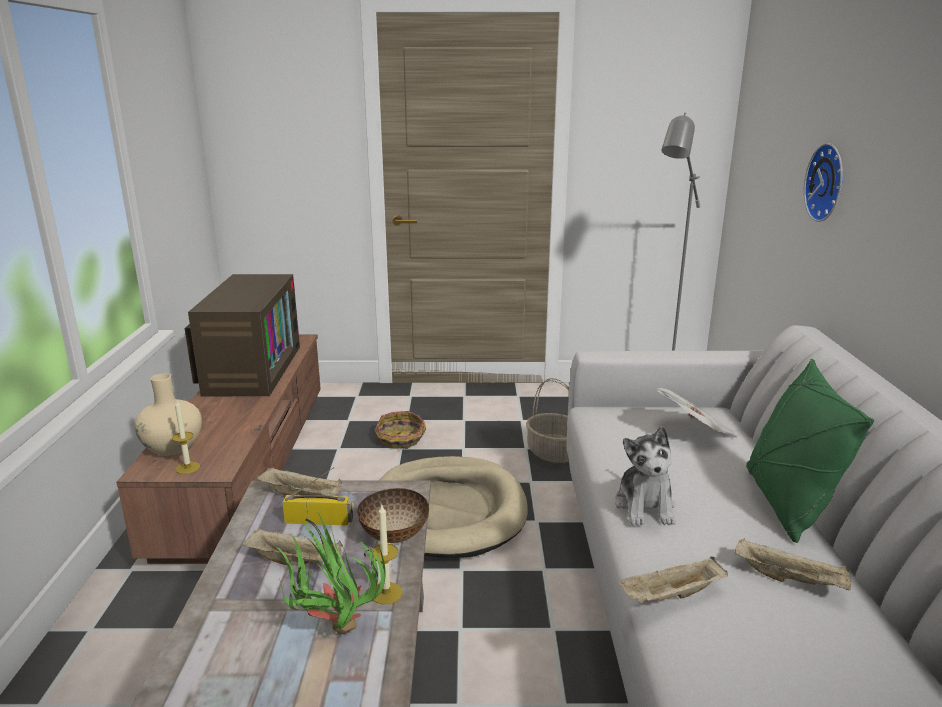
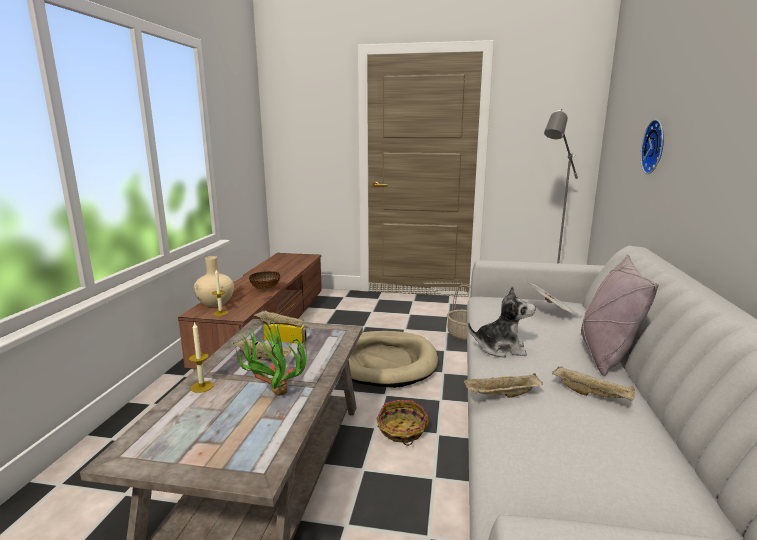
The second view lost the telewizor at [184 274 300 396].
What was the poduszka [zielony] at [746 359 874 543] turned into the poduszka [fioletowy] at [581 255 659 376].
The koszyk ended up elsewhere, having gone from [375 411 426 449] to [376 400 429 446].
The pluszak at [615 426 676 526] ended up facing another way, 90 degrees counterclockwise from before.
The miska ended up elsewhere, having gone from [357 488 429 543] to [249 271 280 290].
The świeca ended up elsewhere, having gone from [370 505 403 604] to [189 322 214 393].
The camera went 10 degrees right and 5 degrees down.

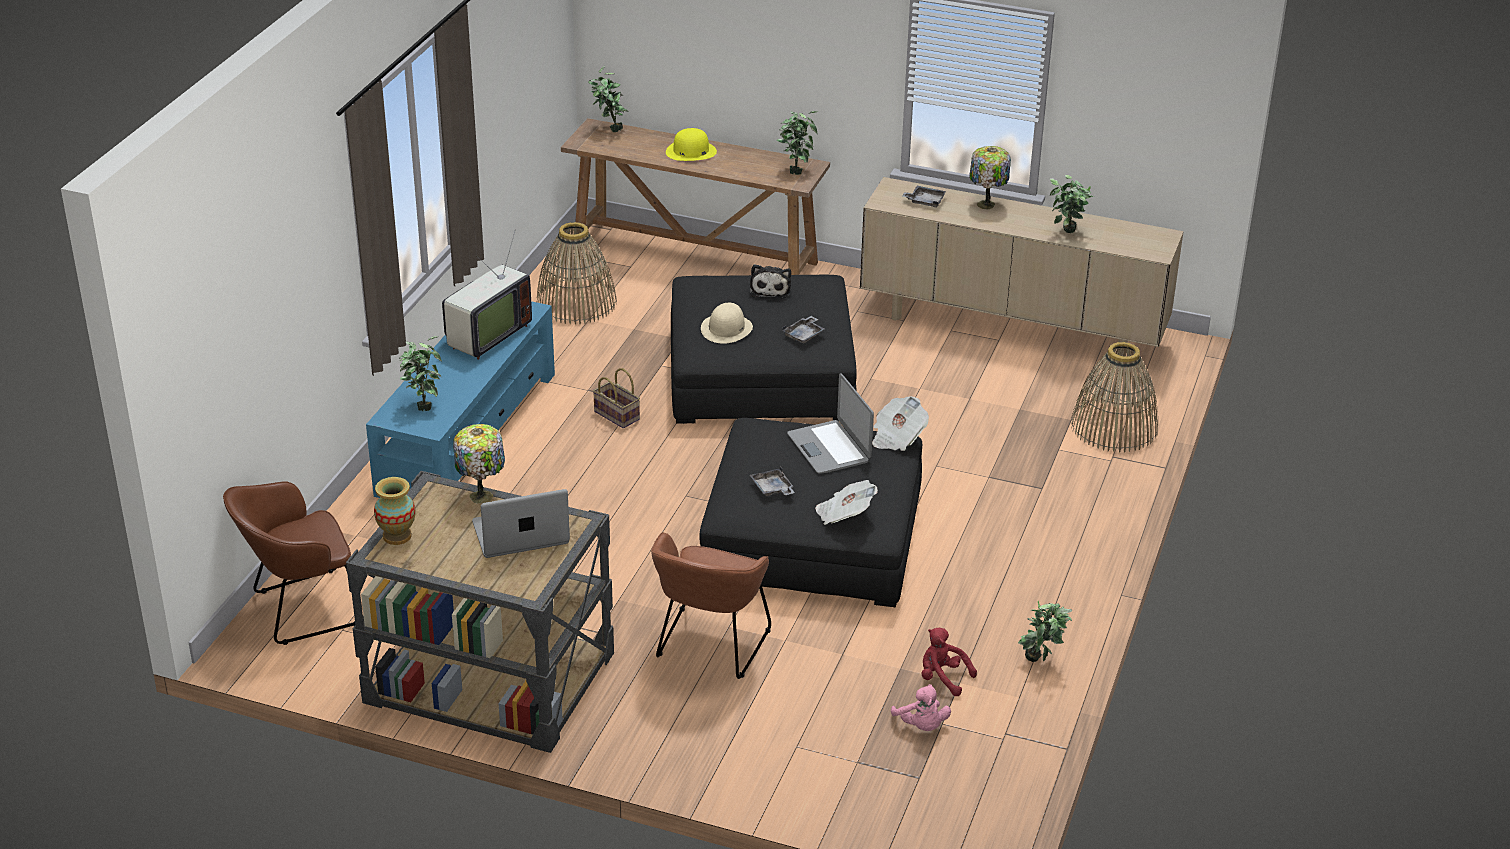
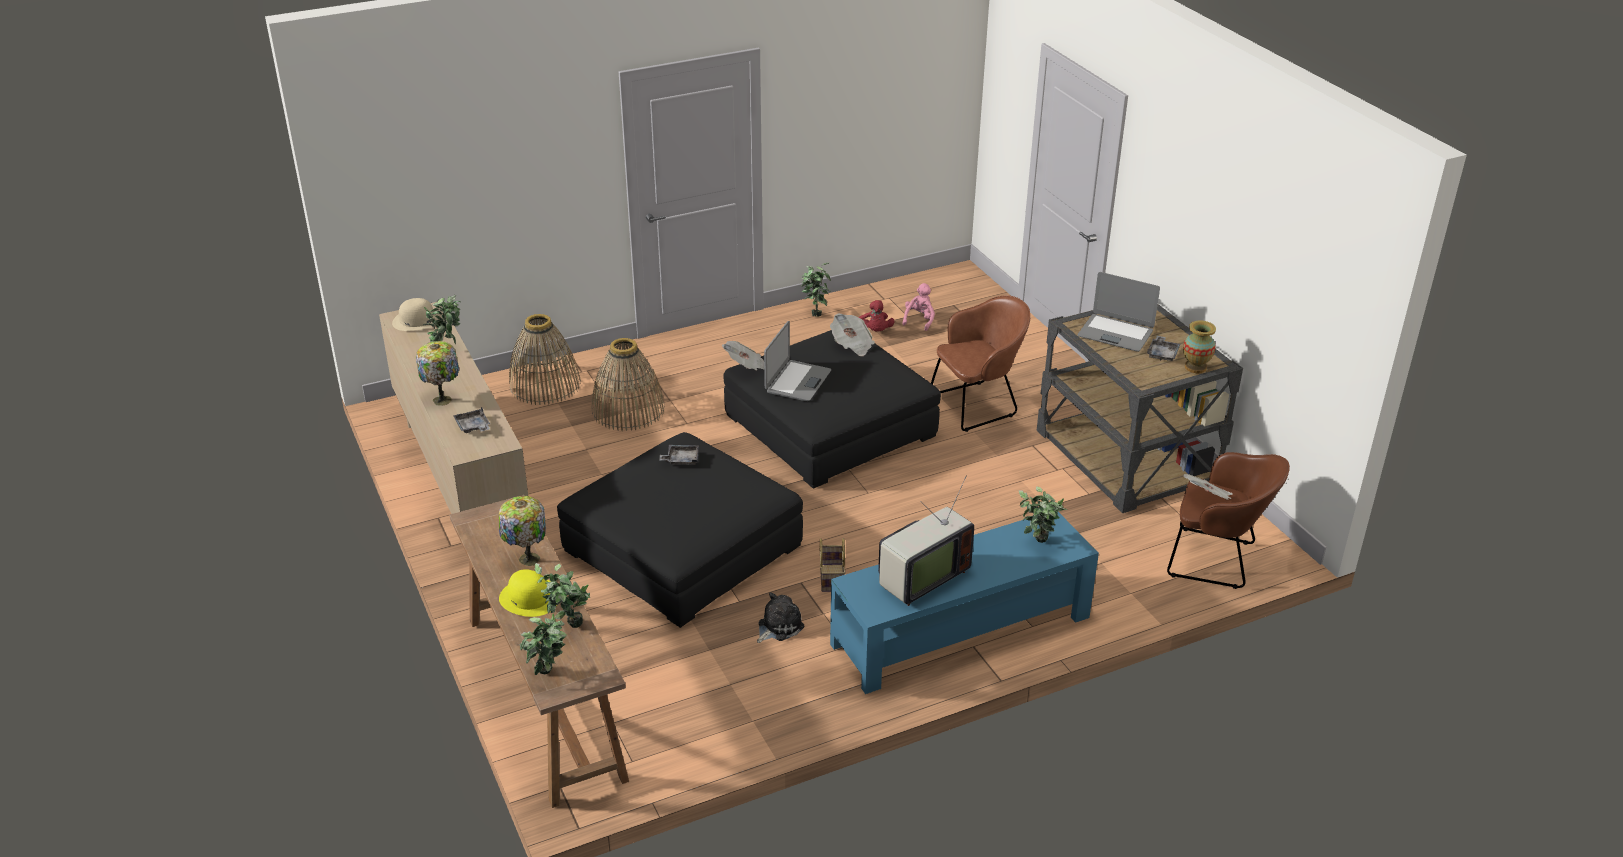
The roślina doniczkowa ended up elsewhere, having gone from [777 111 818 175] to [535 563 590 628].
The koszyk ended up elsewhere, having gone from [537 222 617 324] to [592 338 665 431].
The telewizor at [442 229 532 360] ended up facing another way, 150 degrees clockwise from before.
The pluszak ended up elsewhere, having gone from [750 264 791 298] to [757 592 805 643].
The kapelusz [beżowy] ended up elsewhere, having gone from [701 303 753 344] to [392 298 443 331].
The lampa stołowa ended up elsewhere, having gone from [453 424 505 504] to [499 496 546 566].
The taca [szary] ended up elsewhere, having gone from [750 466 794 496] to [1147 335 1180 361].
The second view gained the gazeta at [1183 474 1233 500].
The camera went 135 degrees left and 0 degrees up.

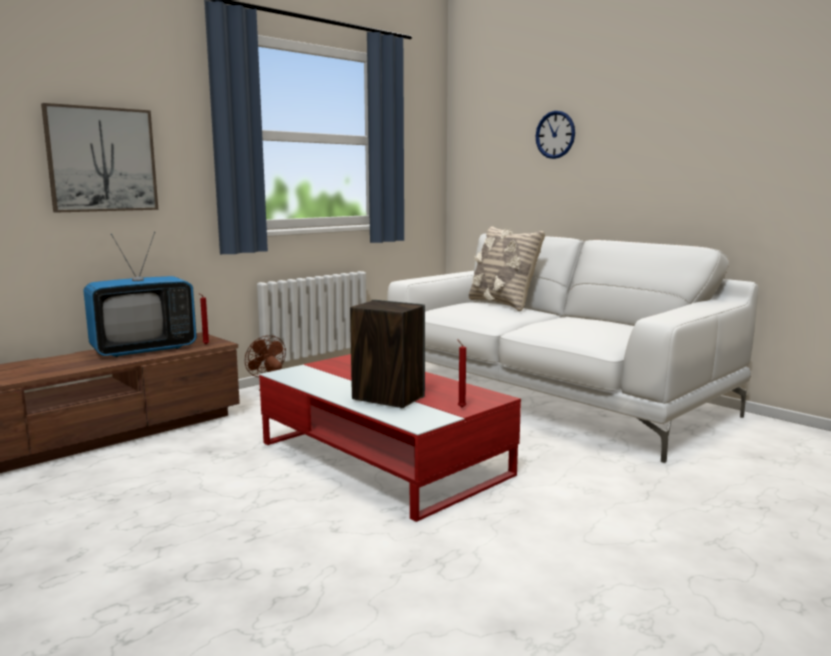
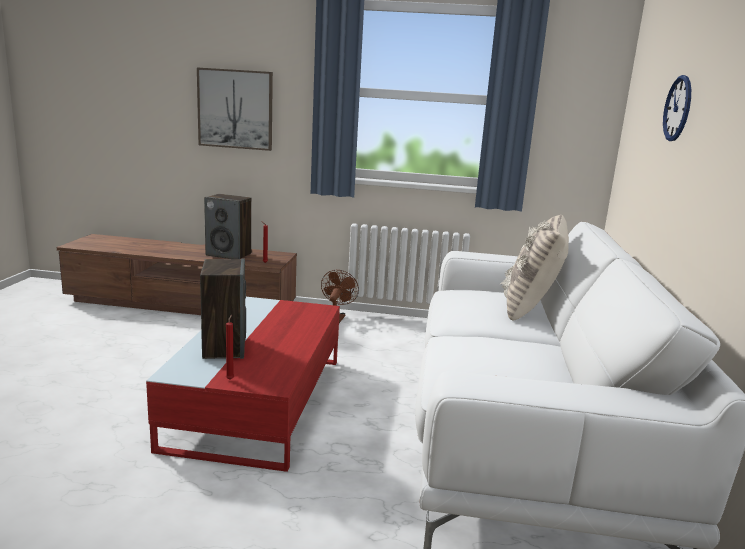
Where the telewizor stood at [83 232 197 357], the głośnik came to stand at [204 194 252 259].
The camera went 50 degrees right and 5 degrees up.

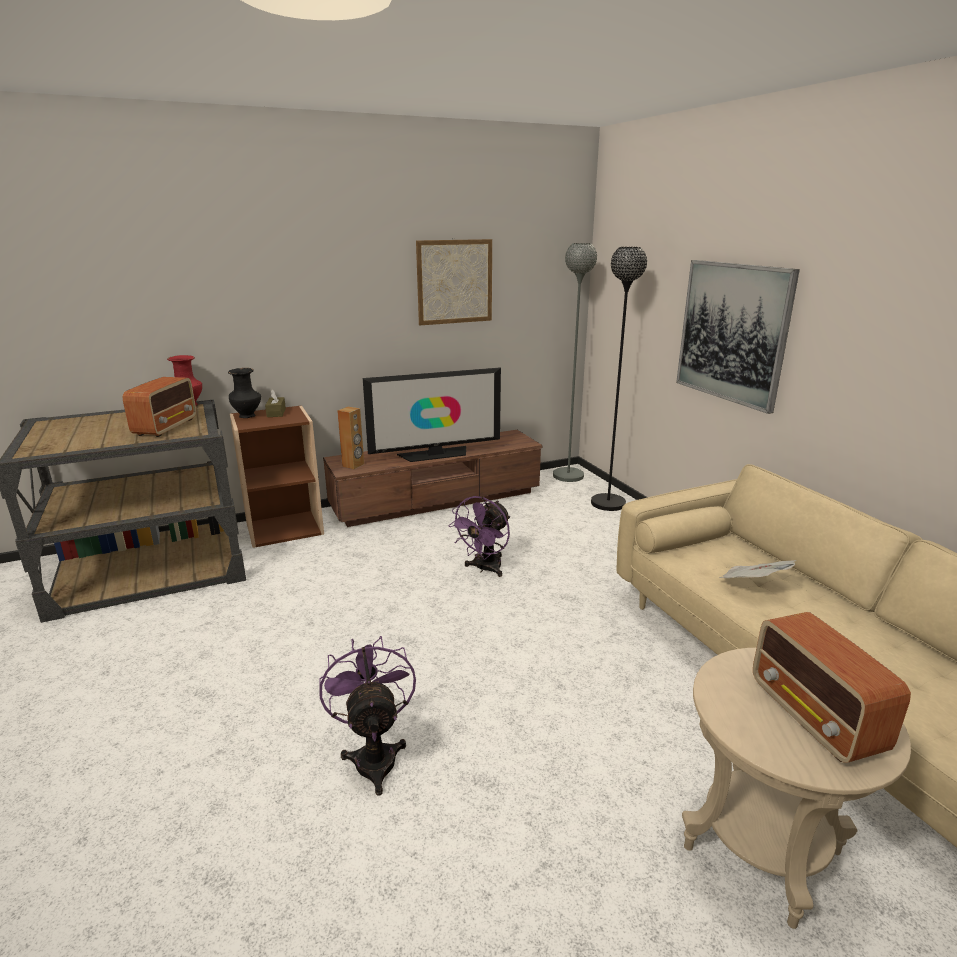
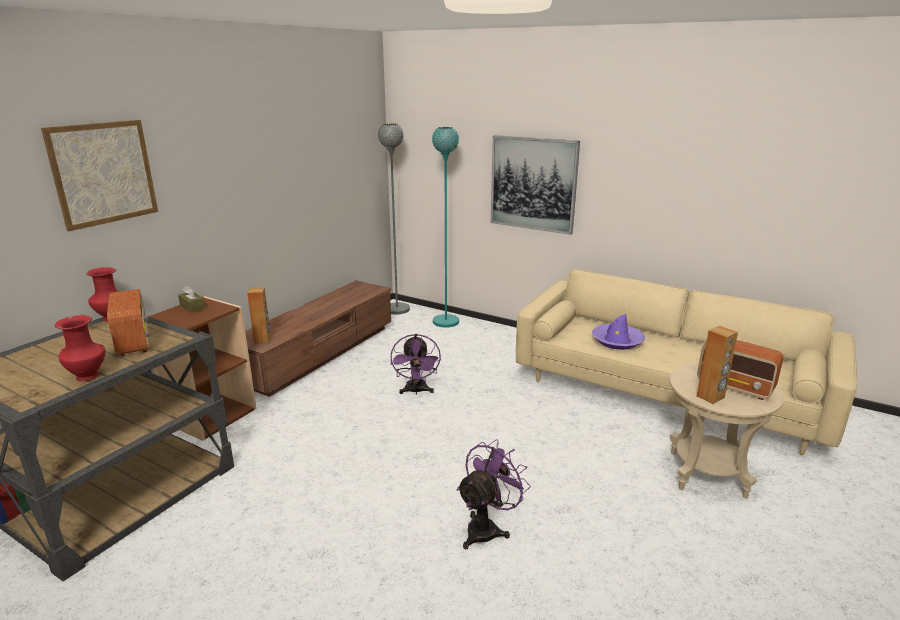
The obraz ended up elsewhere, having gone from [416 238 492 325] to [41 120 158 232].
What was the lampa stojąca [czarny] at [591 247 647 511] turned into the lampa stojąca [turkusowy] at [432 127 459 328].
The second view lost the telewizor at [363 367 501 462].
The second view lost the wazon [czarny] at [228 368 261 418].
Where the gazeta stood at [719 560 797 578], the kapelusz [fioletowy] came to stand at [592 314 645 350].
The wentylator [fioletowy] at [319 636 416 796] ended up facing another way, 90 degrees clockwise from before.
The second view gained the wazon [czerwony] at [55 315 105 381].
The second view gained the głośnik [brązowy] at [697 326 738 404].
The camera went 35 degrees left and 0 degrees up.

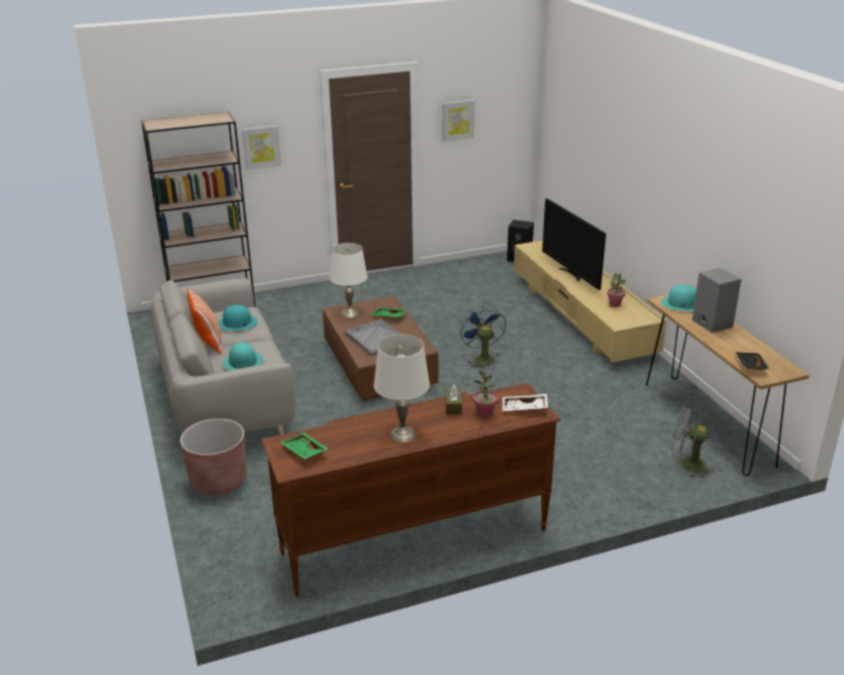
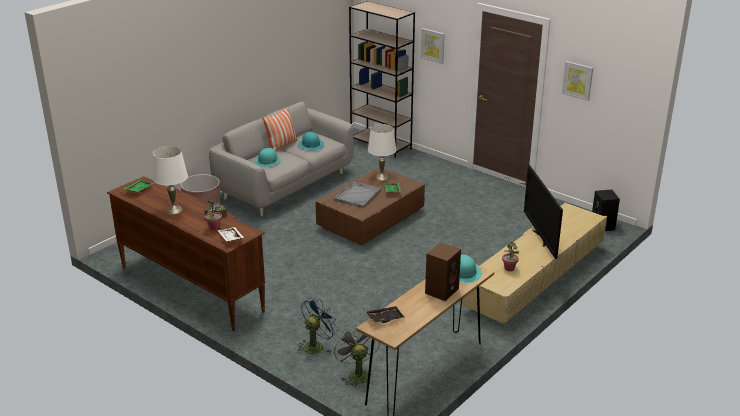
The telewizor at [542 198 606 290] ended up facing another way, 45 degrees counterclockwise from before.
What was the głośnik [szary] at [692 267 741 333] turned into the głośnik [brązowy] at [425 242 461 301].
The wentylator [niebieski] ended up elsewhere, having gone from [460 307 506 370] to [297 297 338 354].
The camera went 60 degrees right and 0 degrees up.

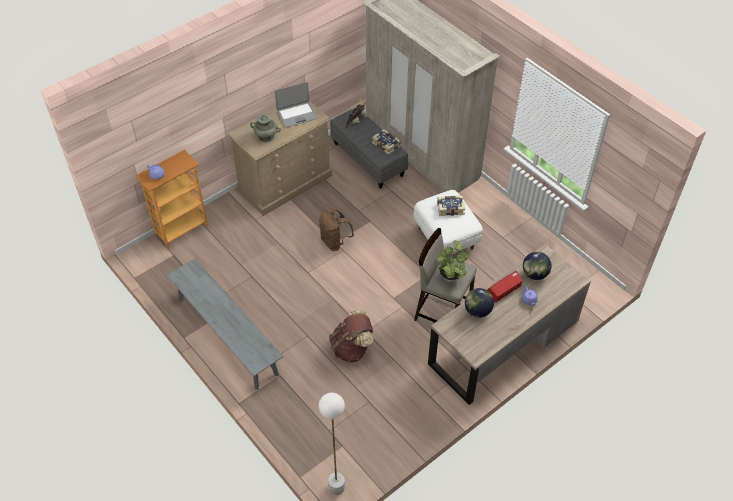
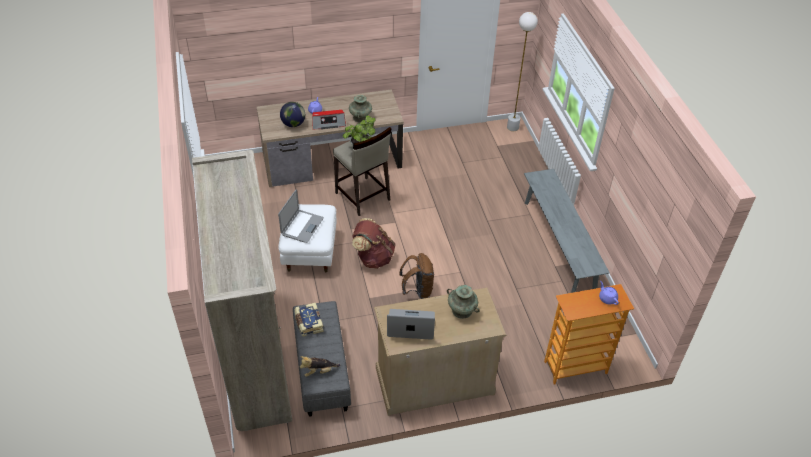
Where the książka stood at [437 196 465 216], the laptop came to stand at [278 190 324 243].
Where the globus stood at [465 288 494 318], the wazon [turkusowy] came to stand at [349 95 372 122].
The plecak [brązowy] ended up elsewhere, having gone from [329 310 373 363] to [352 218 395 269].
The camera went 155 degrees left and 5 degrees down.

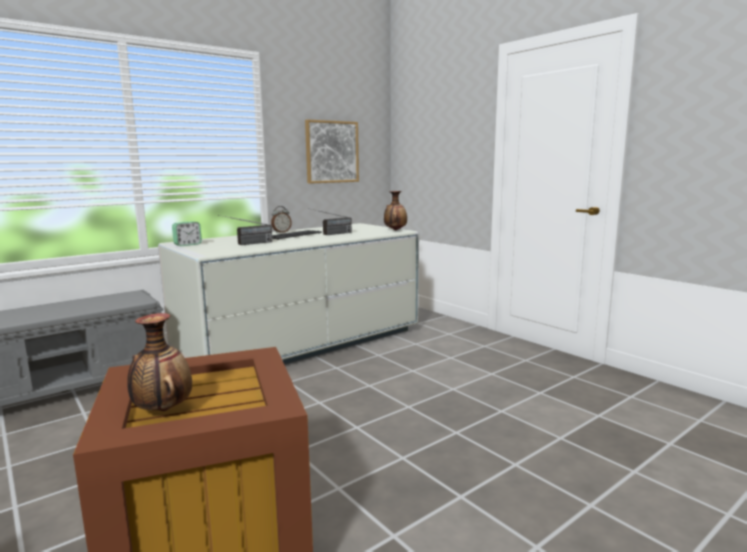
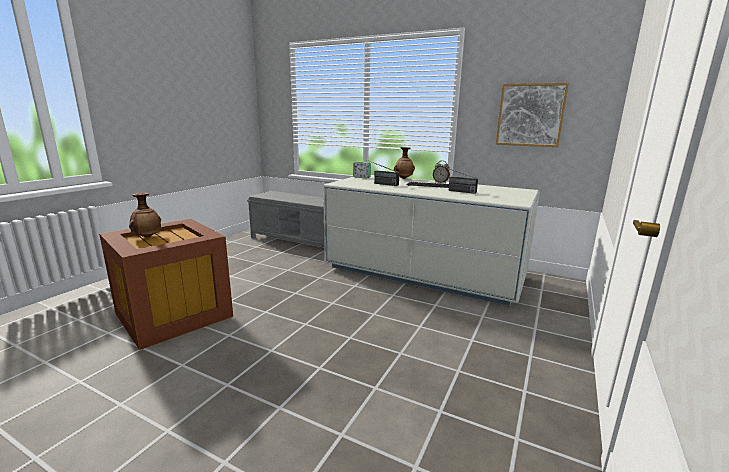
The wazon ended up elsewhere, having gone from [384 191 407 230] to [394 147 415 179].
The camera went 65 degrees right and 5 degrees up.

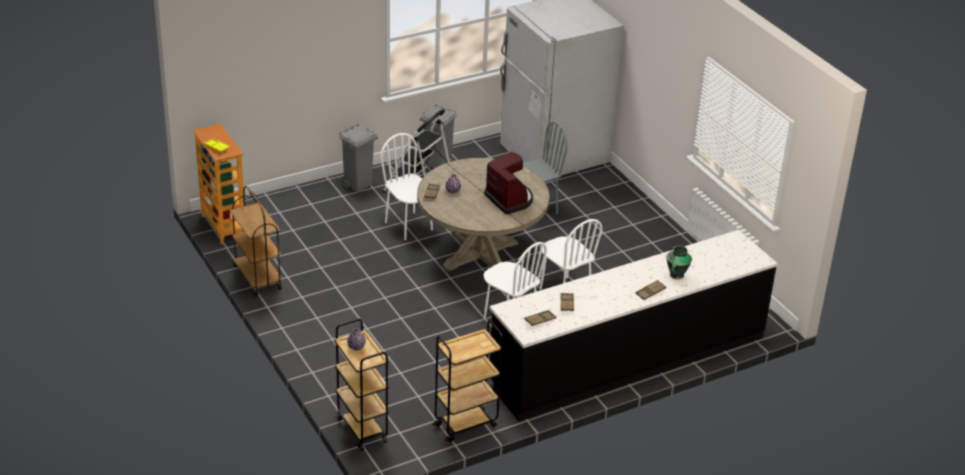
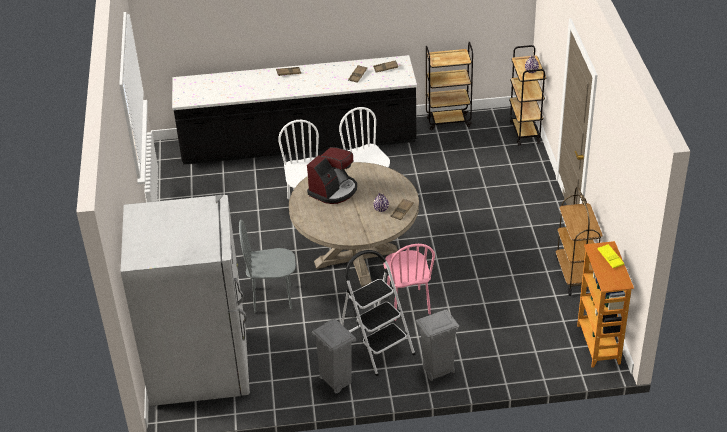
What was the krzesło [biały] at [380 133 433 240] turned into the krzesło [różowy] at [383 244 435 321].
The ekspres do kawy at [484 152 533 214] ended up facing another way, 135 degrees counterclockwise from before.
The second view lost the wazon at [666 246 692 280].
The camera went 155 degrees left and 5 degrees up.

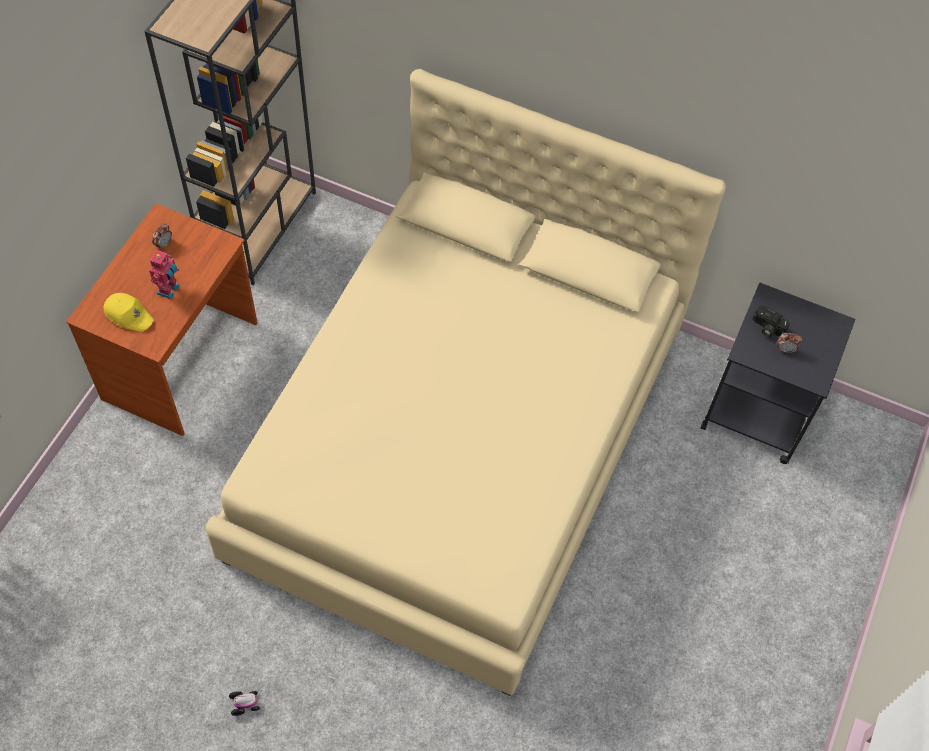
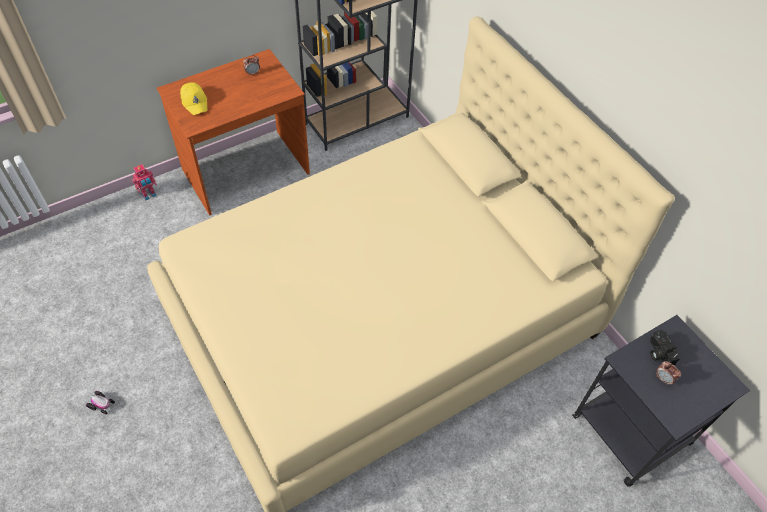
The robot zabawkowy ended up elsewhere, having gone from [149 250 179 299] to [132 164 157 201].
The camera went 35 degrees right and 5 degrees down.

